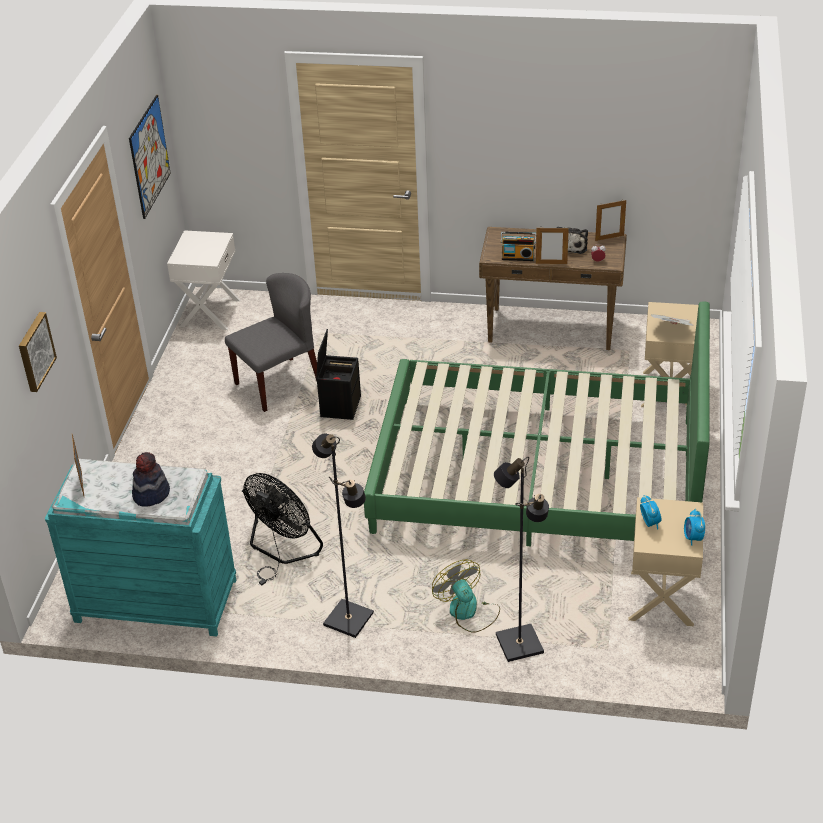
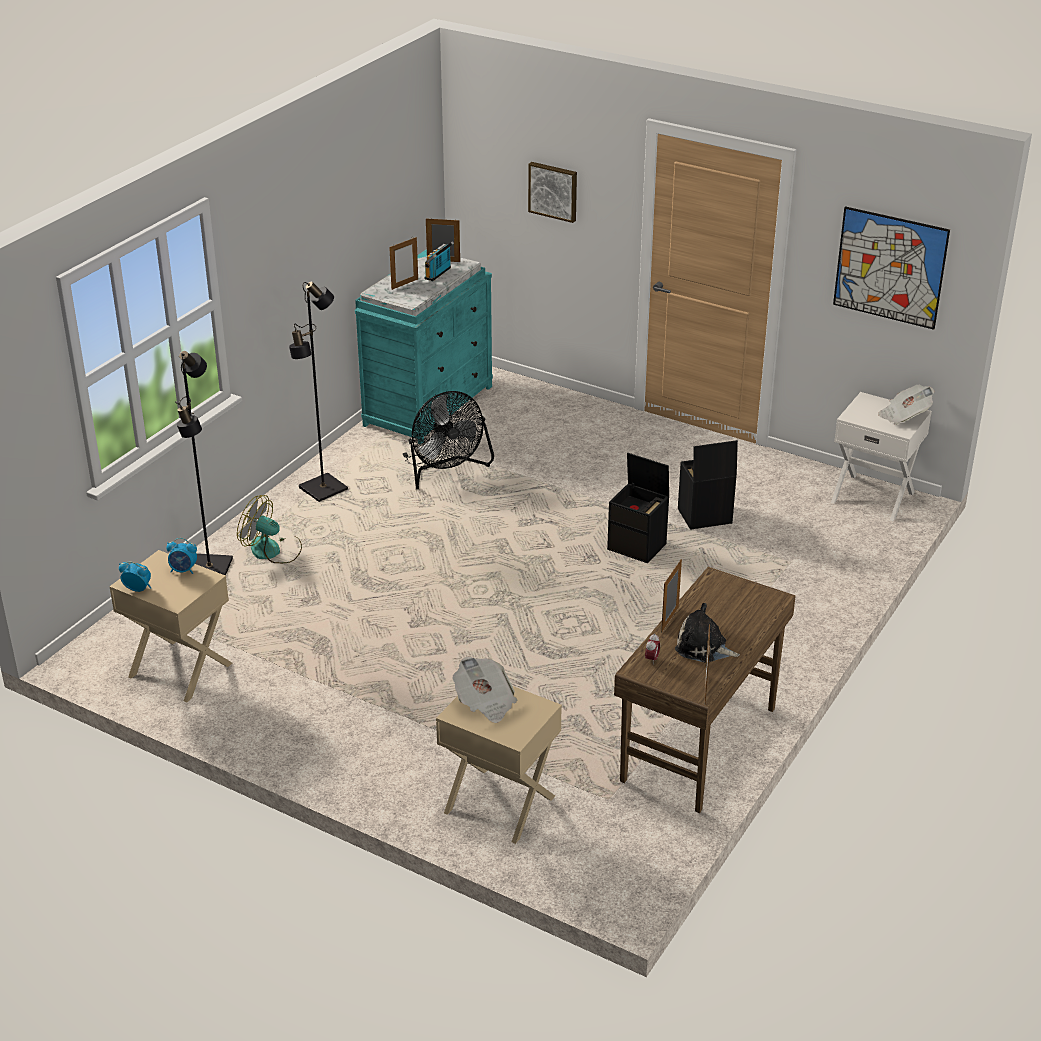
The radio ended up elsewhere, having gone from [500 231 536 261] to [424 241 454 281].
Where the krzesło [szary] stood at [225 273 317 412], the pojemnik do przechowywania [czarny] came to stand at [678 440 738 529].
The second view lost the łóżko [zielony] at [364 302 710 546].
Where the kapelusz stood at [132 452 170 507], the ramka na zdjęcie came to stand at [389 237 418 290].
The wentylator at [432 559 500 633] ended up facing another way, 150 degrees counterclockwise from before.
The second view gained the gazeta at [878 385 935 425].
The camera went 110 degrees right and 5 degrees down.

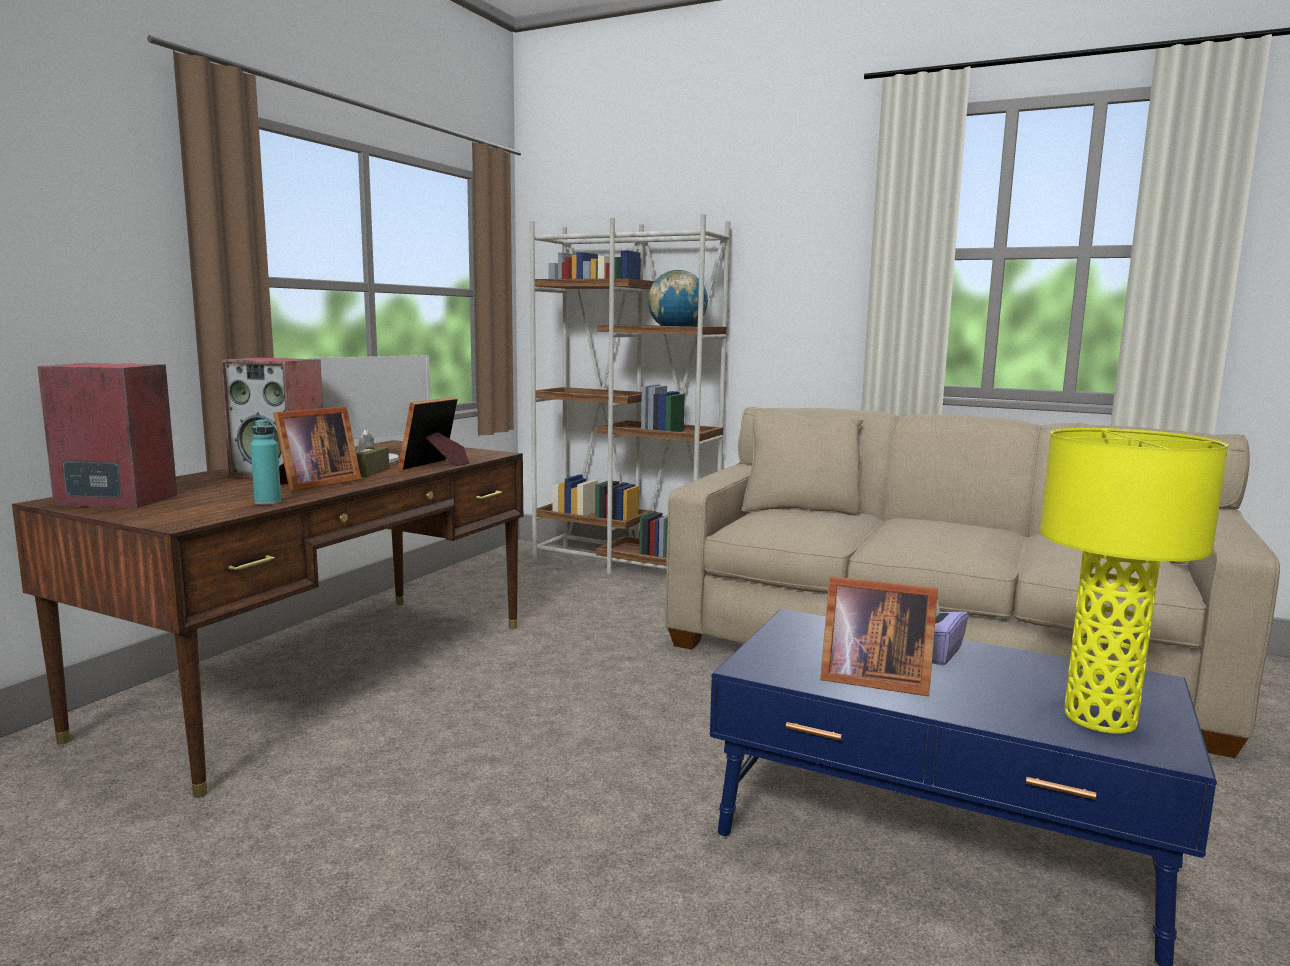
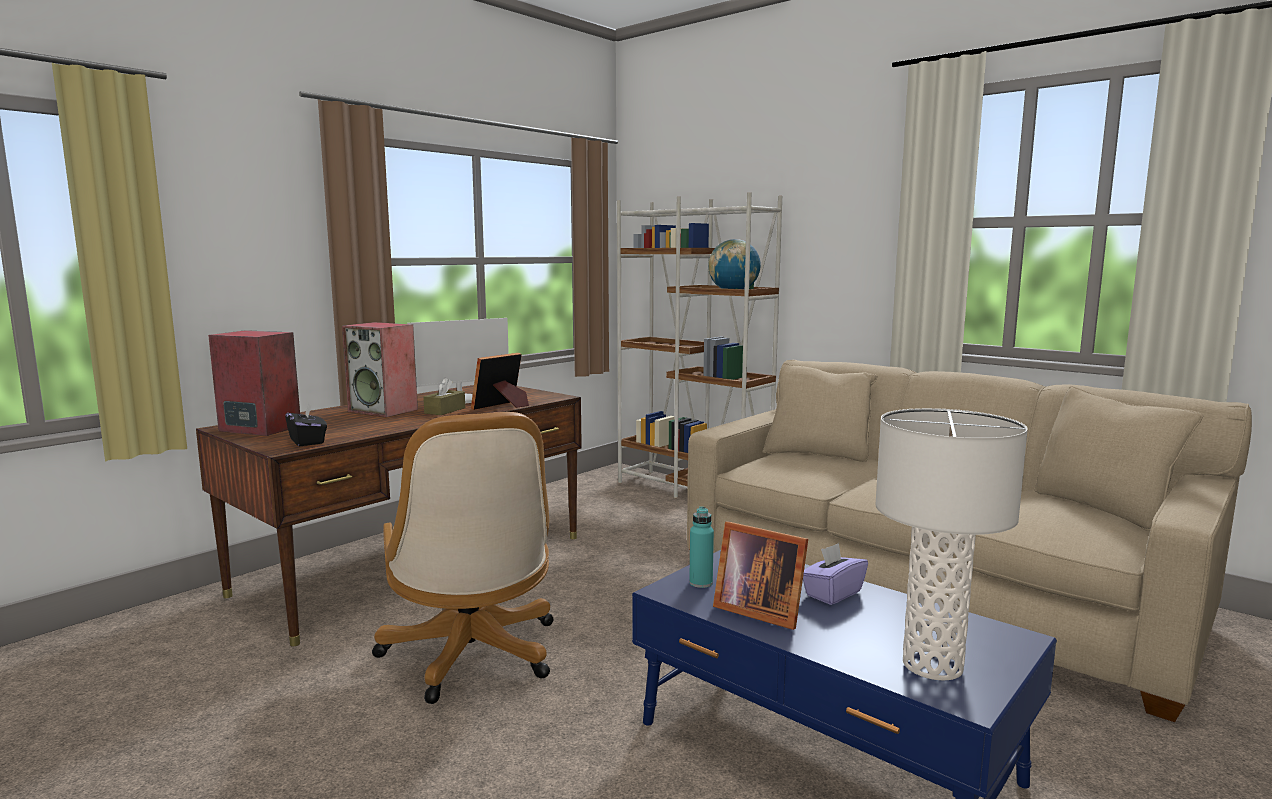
The second view lost the ramka na zdjęcie at [273 406 361 491].
The butelka [turkusowy] ended up elsewhere, having gone from [250 419 281 505] to [689 507 714 588].
What was the lampa stołowa [żółty] at [1040 428 1228 734] turned into the lampa stołowa [biały] at [875 408 1028 680].
The second view gained the pudełko chusteczek [czarny] at [285 403 327 446].
The second view gained the krzesło biurowe at [372 412 554 704].
The camera went 15 degrees right and 0 degrees up.

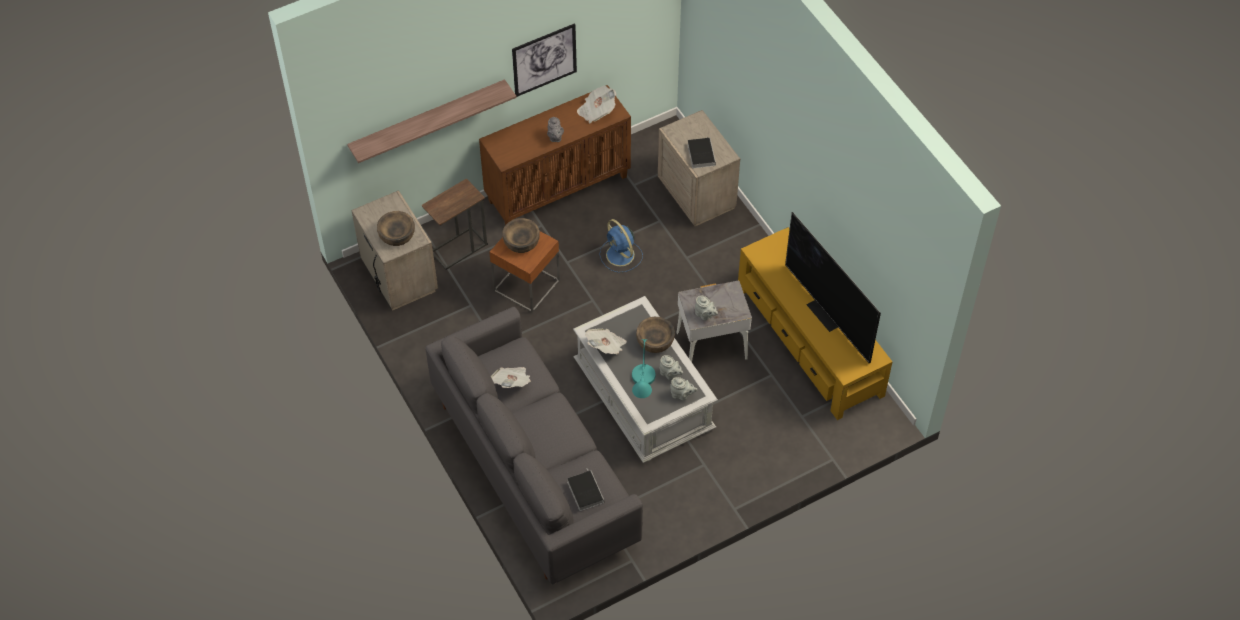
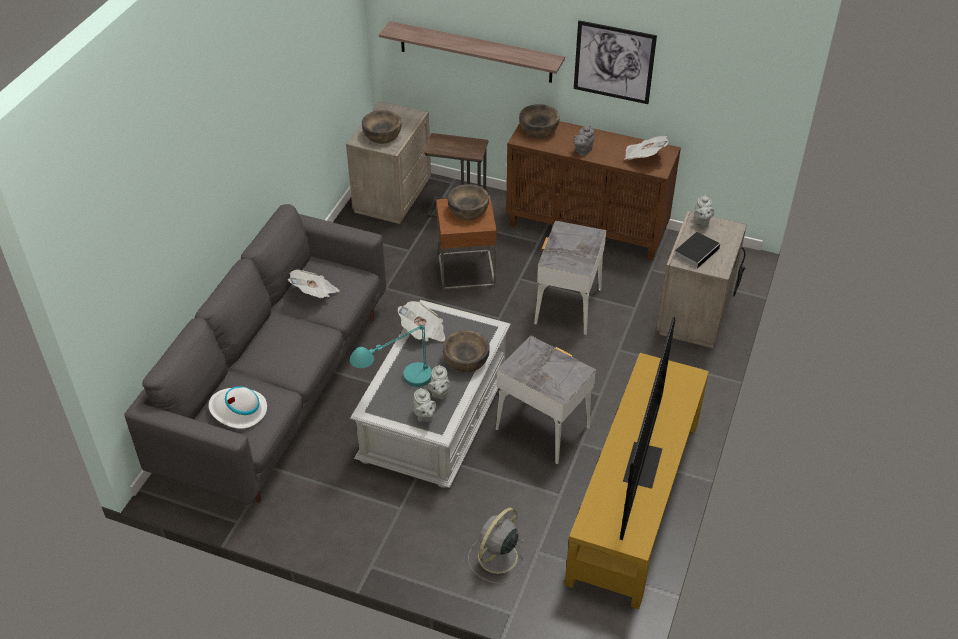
Where the wentylator [niebieski] stood at [599 219 643 273], the stolik came to stand at [534 221 606 335].
The imbryk [szary] ended up elsewhere, having gone from [695 296 718 320] to [694 194 714 227].
Where the książka stood at [567 470 604 511], the kapelusz [biały] came to stand at [209 386 267 429].
The second view gained the miska [brązowy] at [519 104 559 138].
The second view gained the wentylator [szary] at [468 508 524 584].
The camera went 50 degrees right and 10 degrees down.

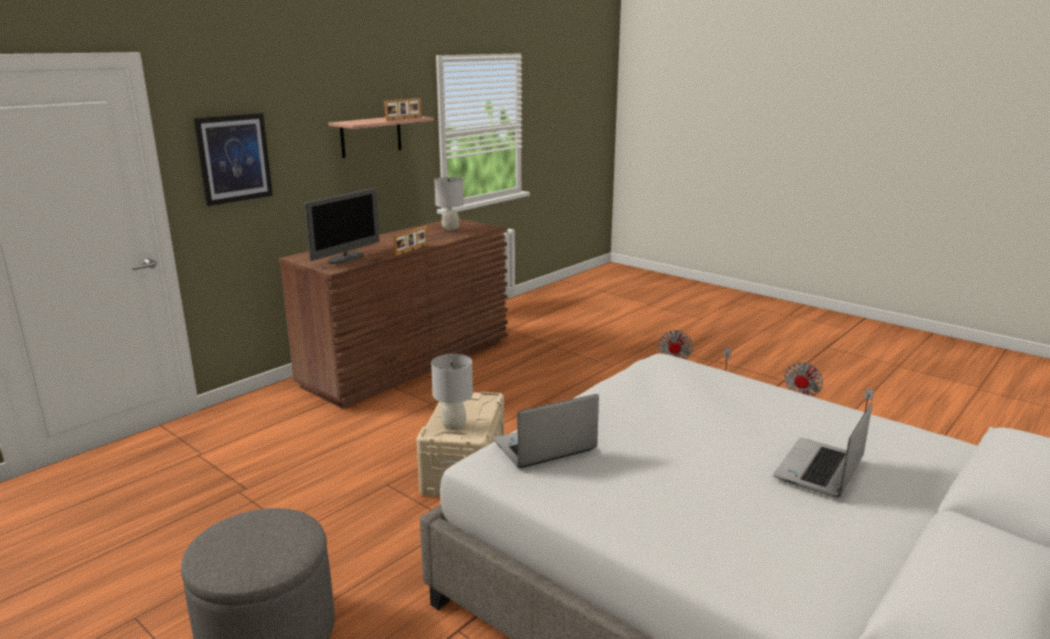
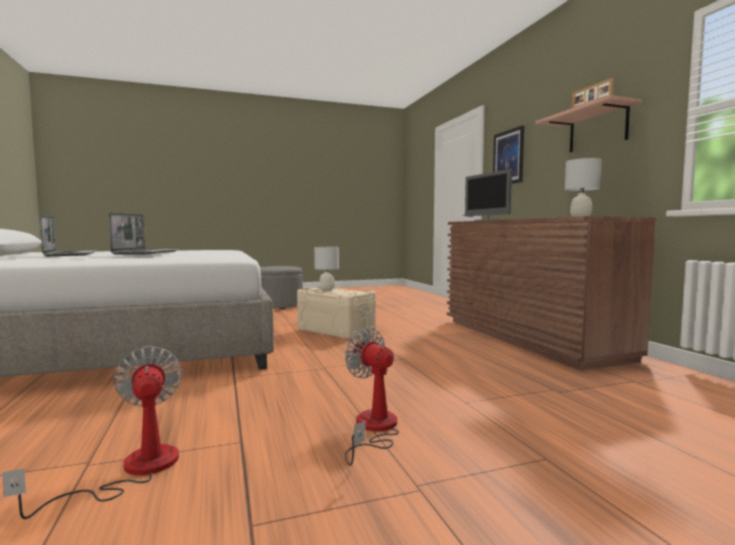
The second view lost the ramka na zdjęcie at [394 226 428 256].
The laptop ended up elsewhere, having gone from [493 394 599 468] to [109 212 179 255].
The camera went 120 degrees right and 15 degrees down.

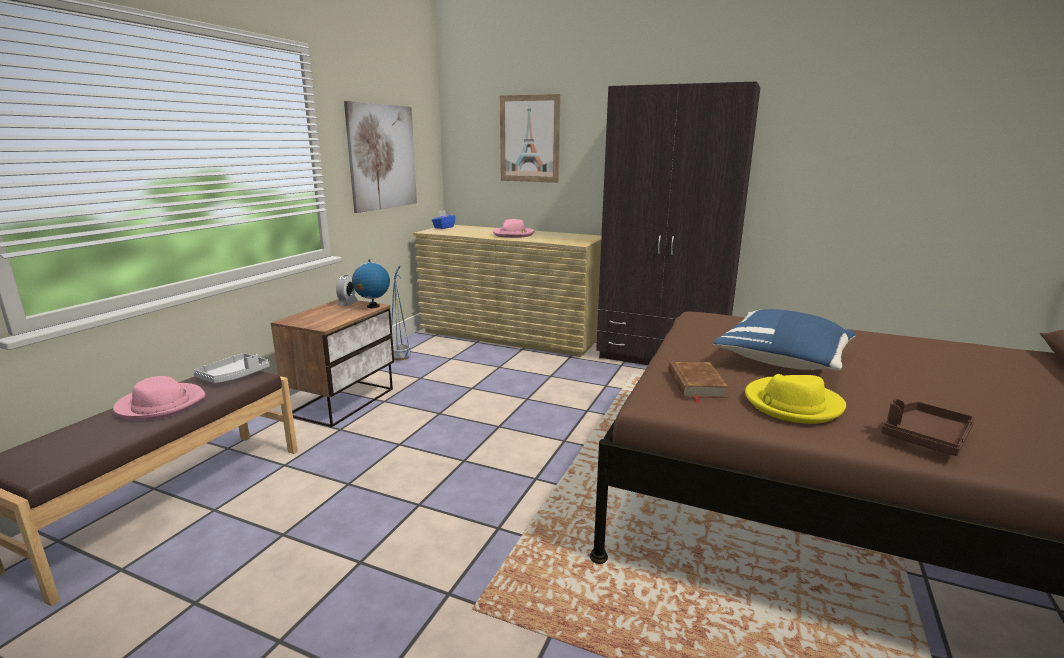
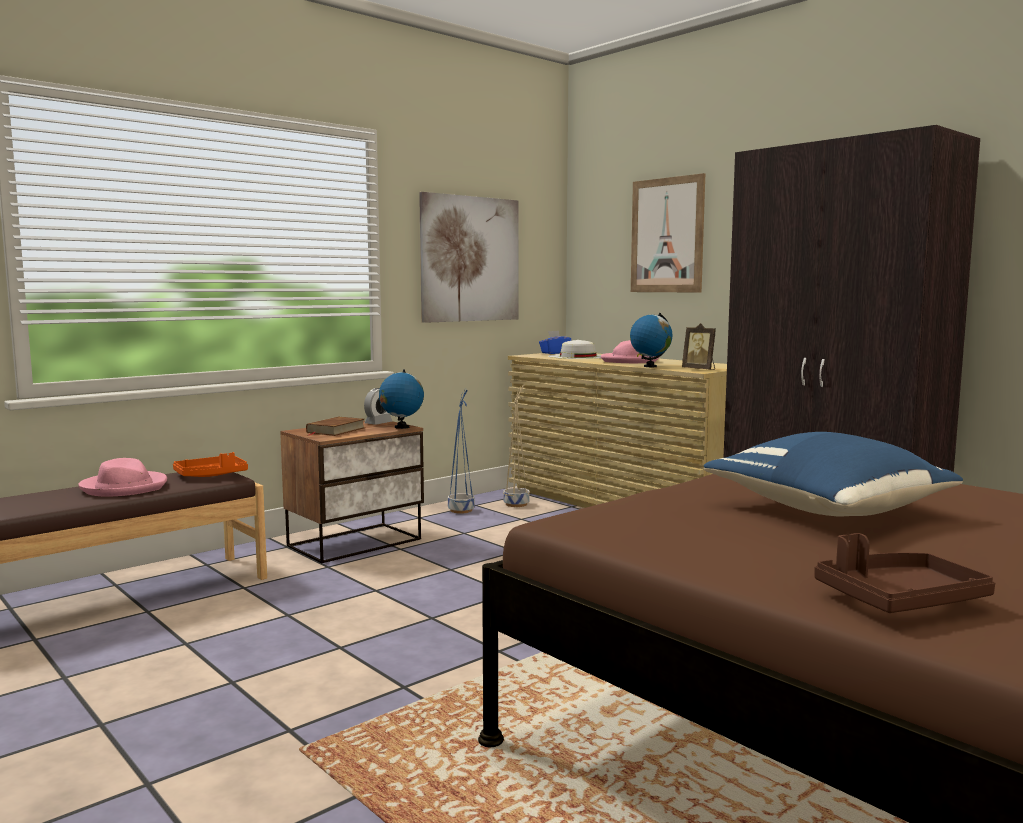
What was the taca [szary] at [194 353 270 383] turned into the taca [pomarańczowy] at [173 452 248 477].
The książka [brązowy] ended up elsewhere, having gone from [669 361 729 403] to [306 417 365 436].
The second view lost the kapelusz [żółty] at [745 374 846 424].
The second view gained the globus at [630 313 673 367].
The second view gained the ramka na zdjęcie at [682 323 716 370].
The second view gained the kapelusz [biały] at [548 340 601 359].
The second view gained the donica [beżowy] at [503 384 530 507].
The camera went 25 degrees right and 10 degrees down.

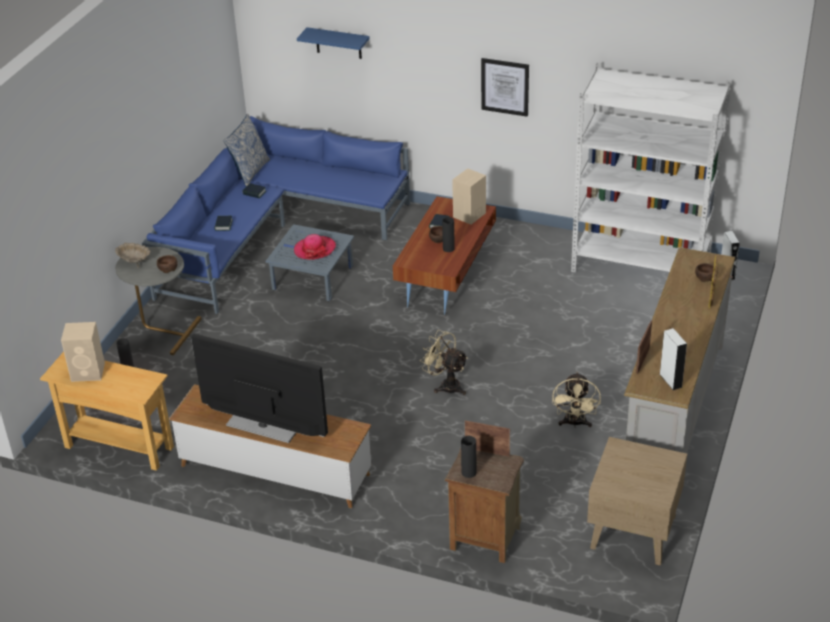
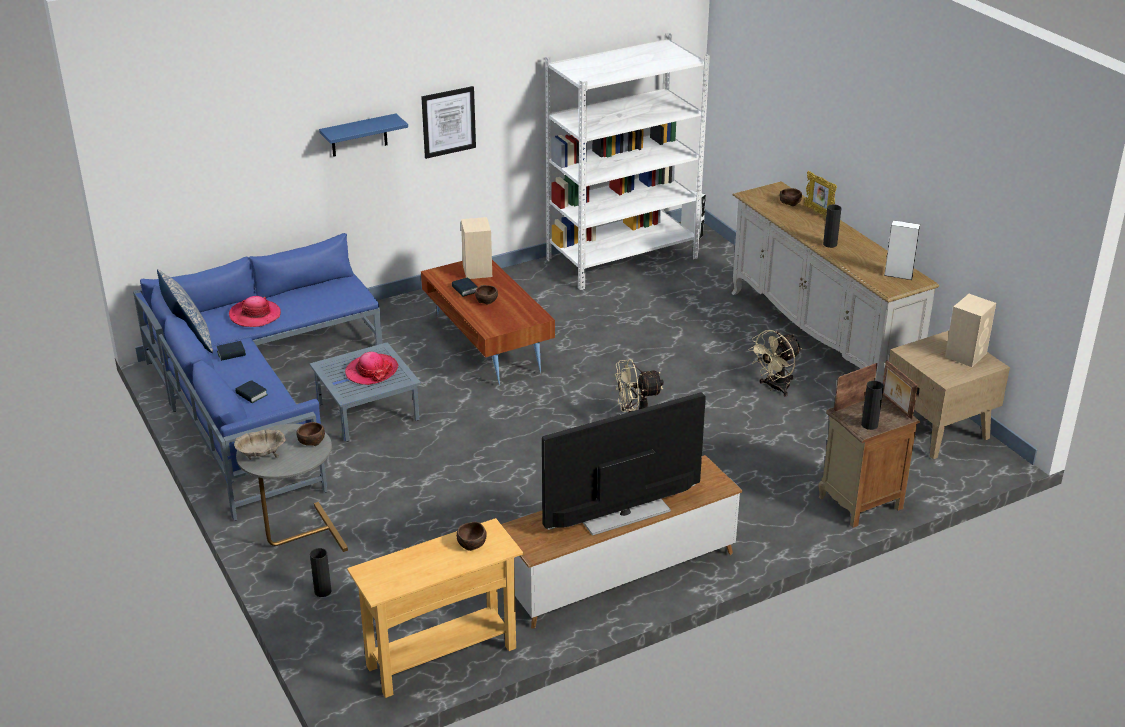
The półka [niebieski] ended up elsewhere, having gone from [297 27 370 59] to [319 113 408 157].
The wazon [czarny] ended up elsewhere, having gone from [442 217 455 252] to [823 204 841 248].
The ramka na zdjęcie ended up elsewhere, having gone from [636 320 652 375] to [883 360 918 420].
The głośnik [beżowy] ended up elsewhere, having gone from [61 322 105 382] to [945 294 996 367].
The wentylator [beżowy] at [552 372 601 428] ended up facing another way, 90 degrees clockwise from before.
The second view gained the kapelusz at [229 296 281 327].
The second view gained the miska [brązowy] at [456 522 487 551].
The camera went 50 degrees left and 5 degrees down.

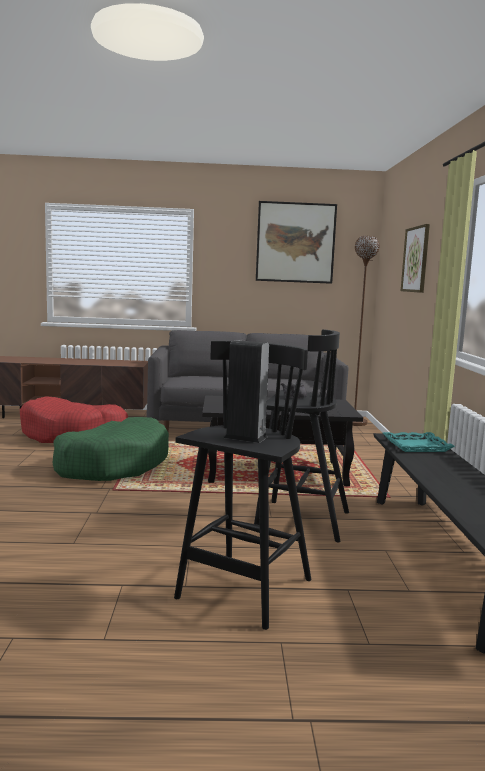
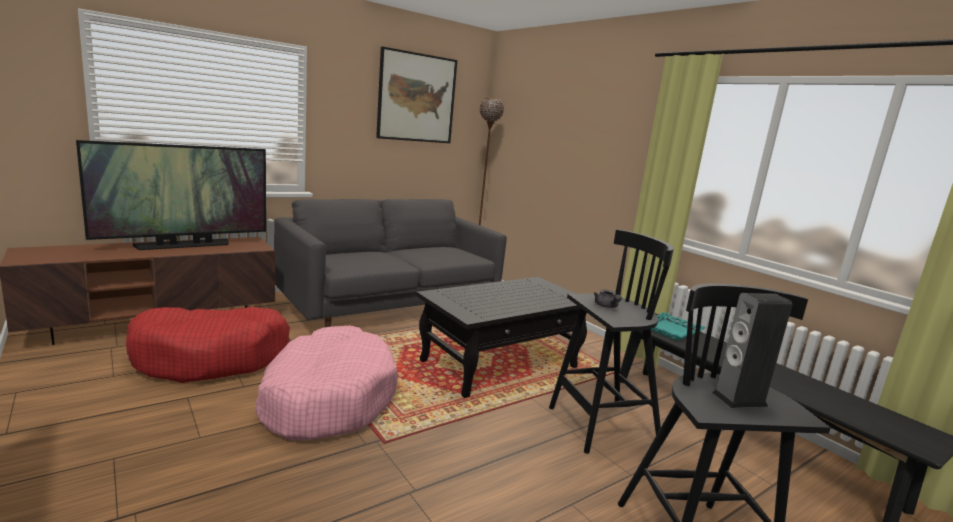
The second view lost the obraz at [401 224 430 293].
What was the legowisko [zielony] at [52 417 169 481] turned into the legowisko [różowy] at [255 326 398 441].
The second view gained the telewizor at [76 140 266 250].
The camera went 35 degrees left and 5 degrees up.

